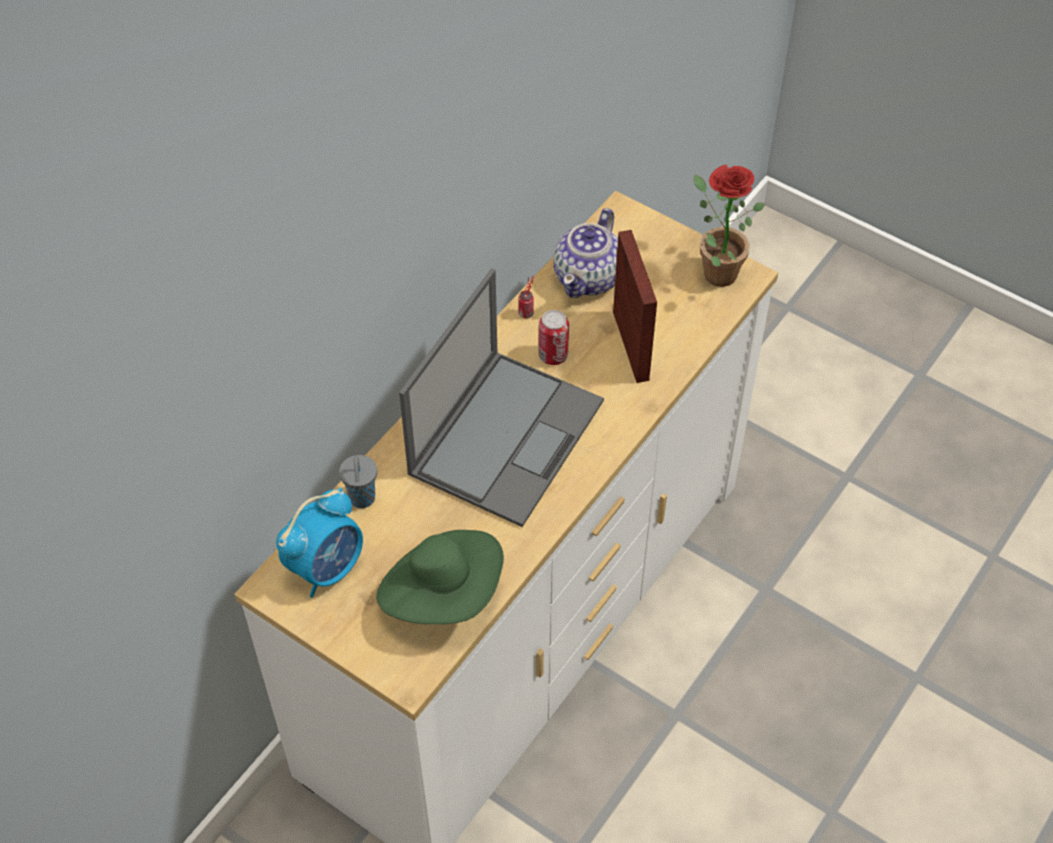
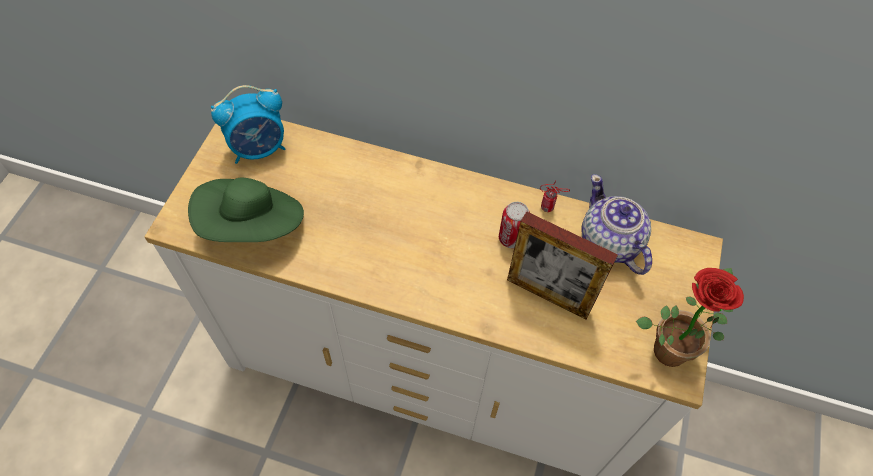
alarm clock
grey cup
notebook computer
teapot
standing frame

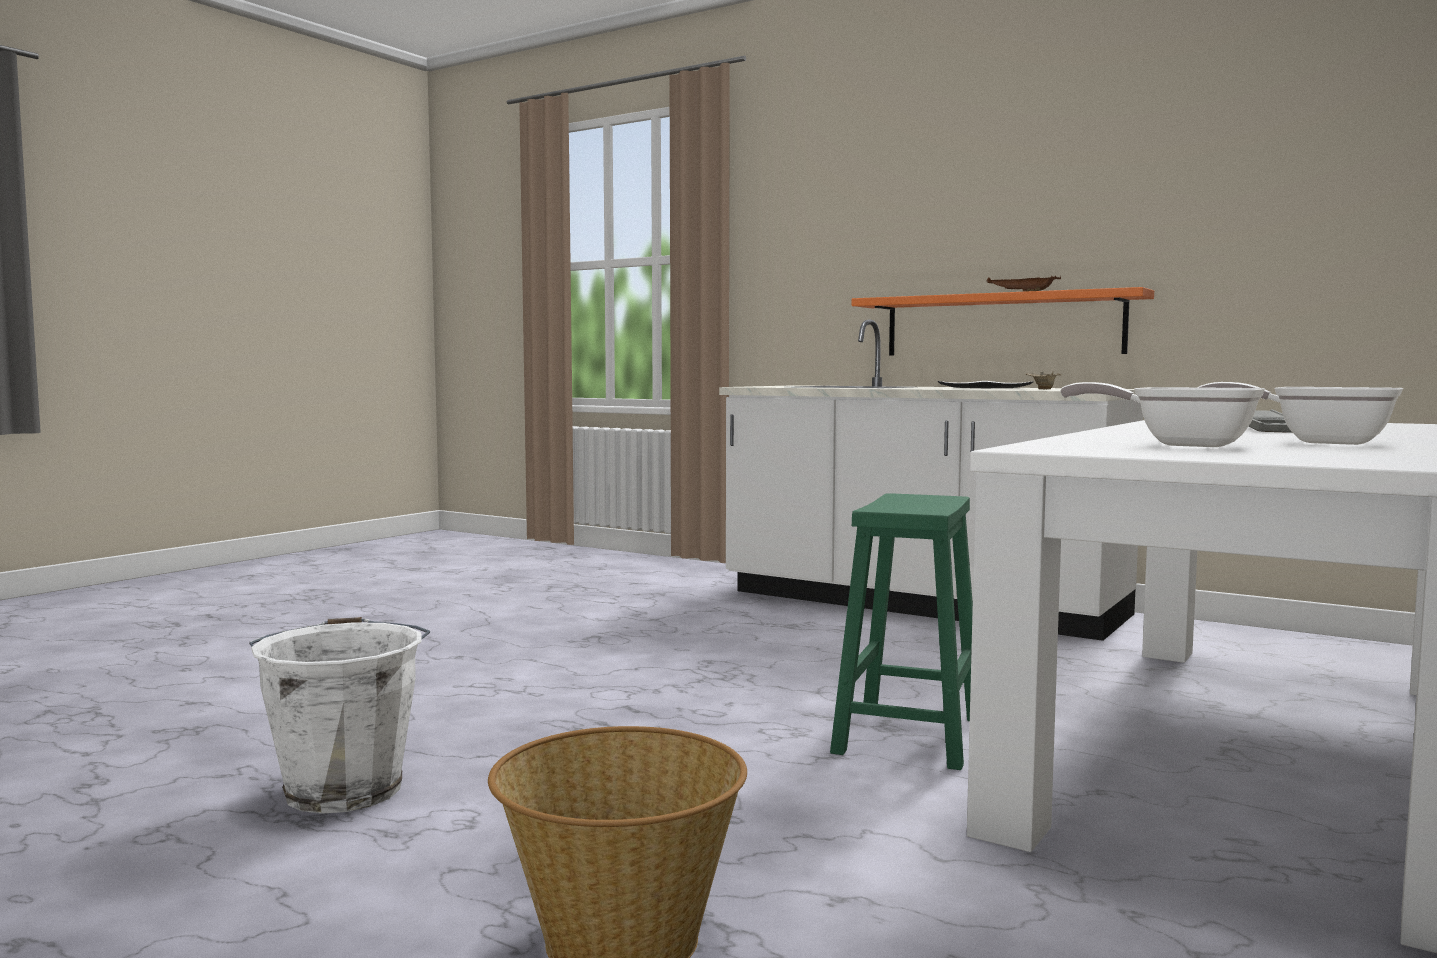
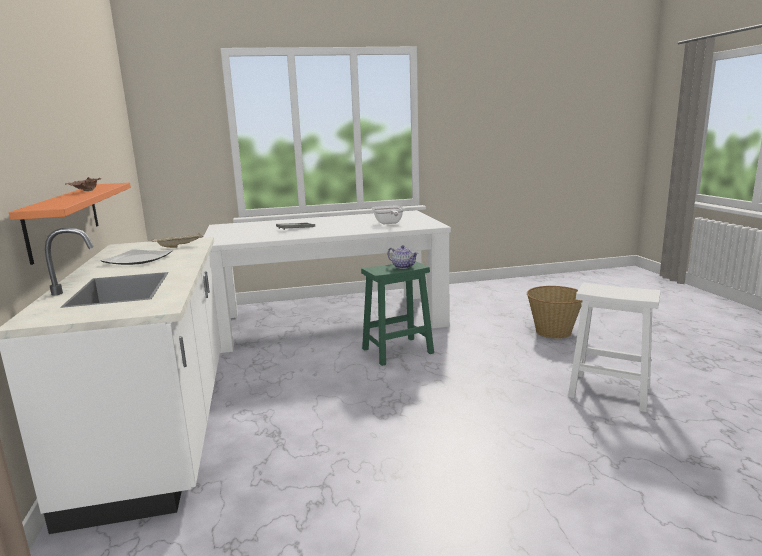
whitish sitting stool
pan (no. 2 from left in the first image)
teapot

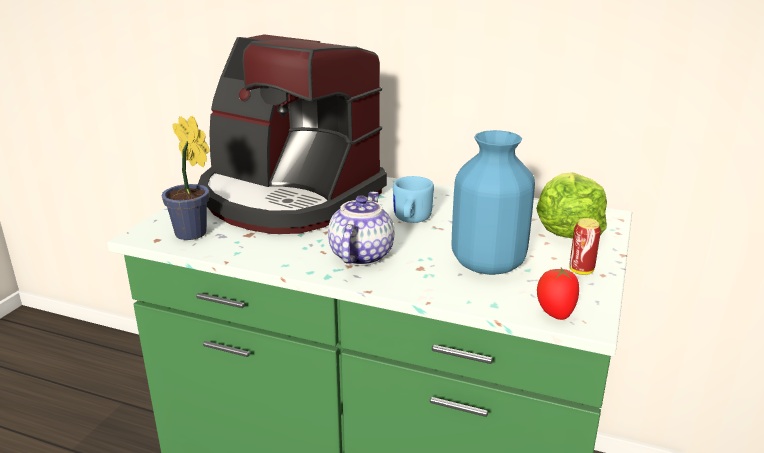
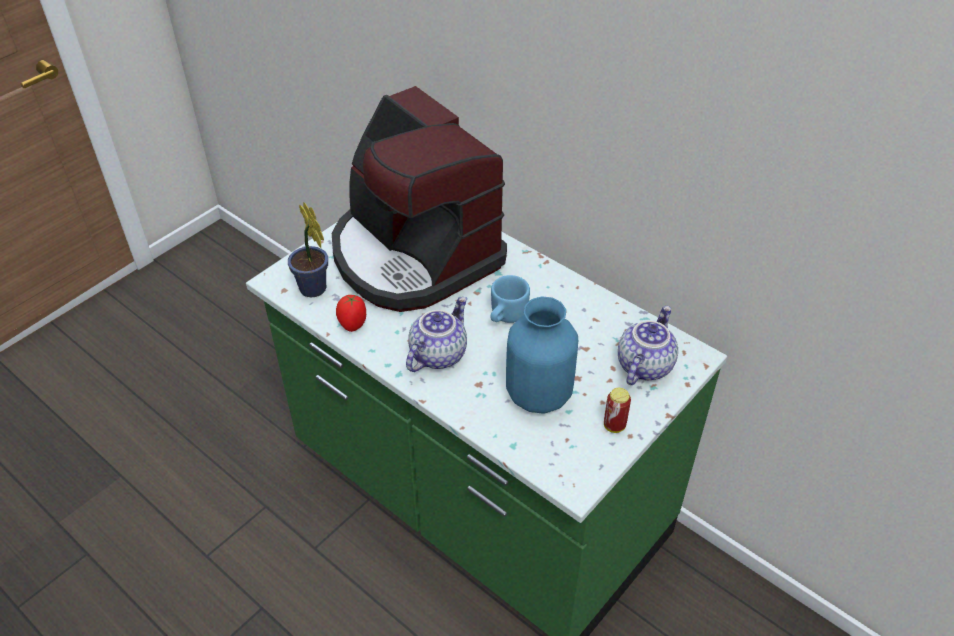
teapot (no. 2 from left)
tomato

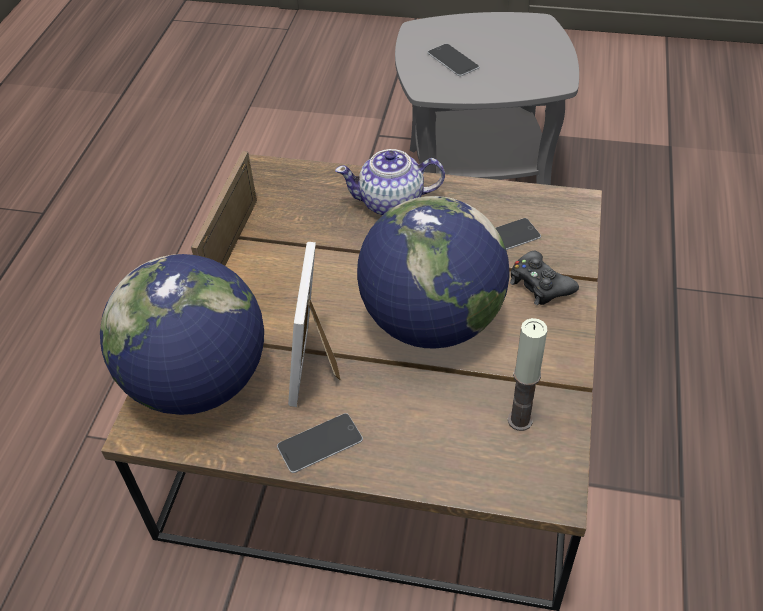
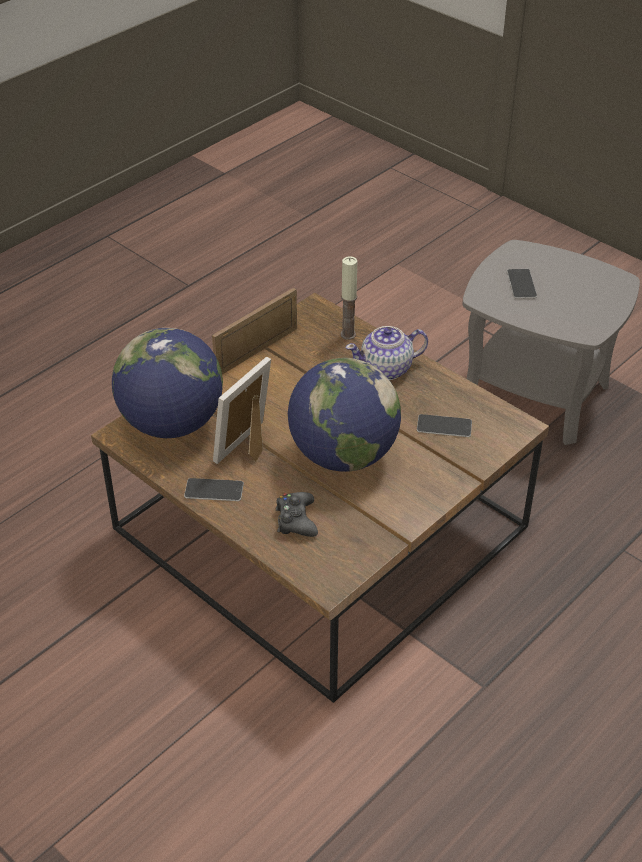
teapot
wax light
blackish gamepad

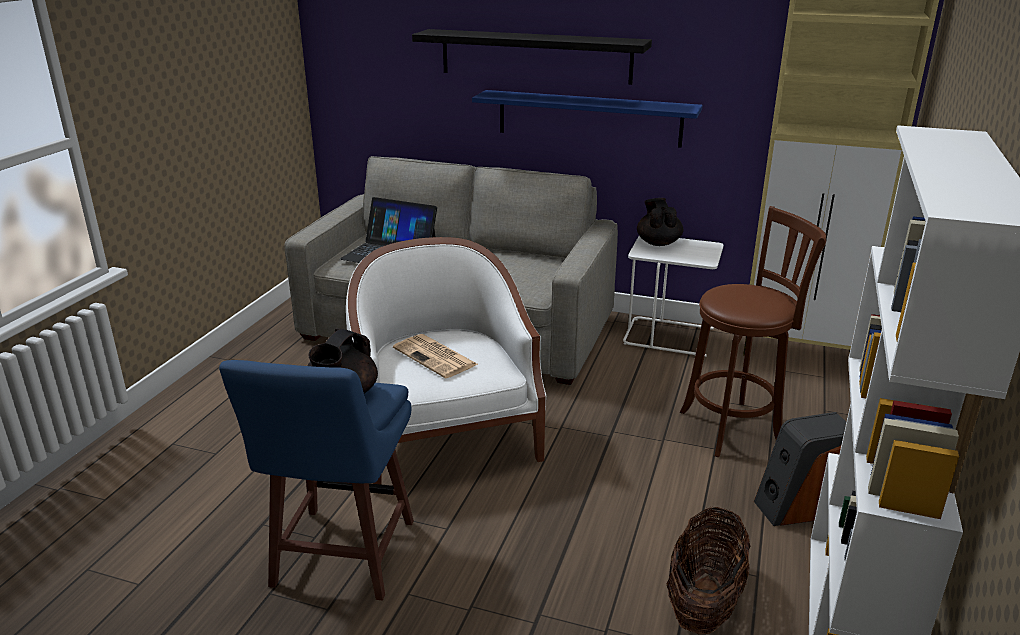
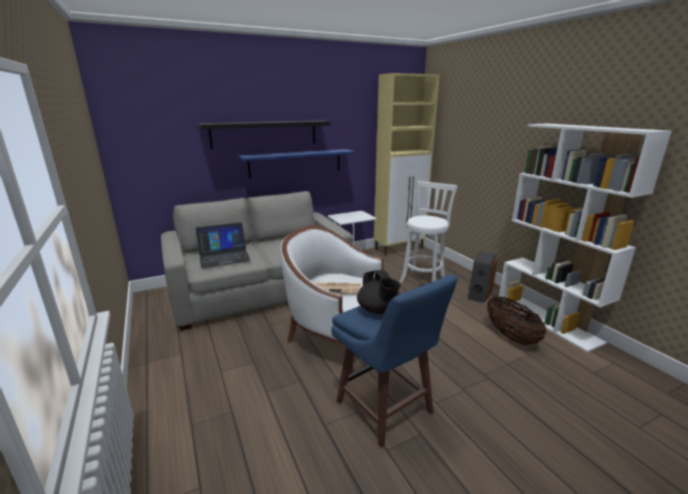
blackish teapot (no. 2 from left in the first image)
whitish sitting stool

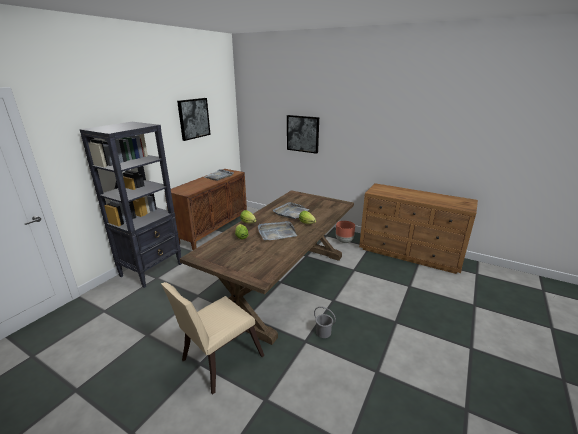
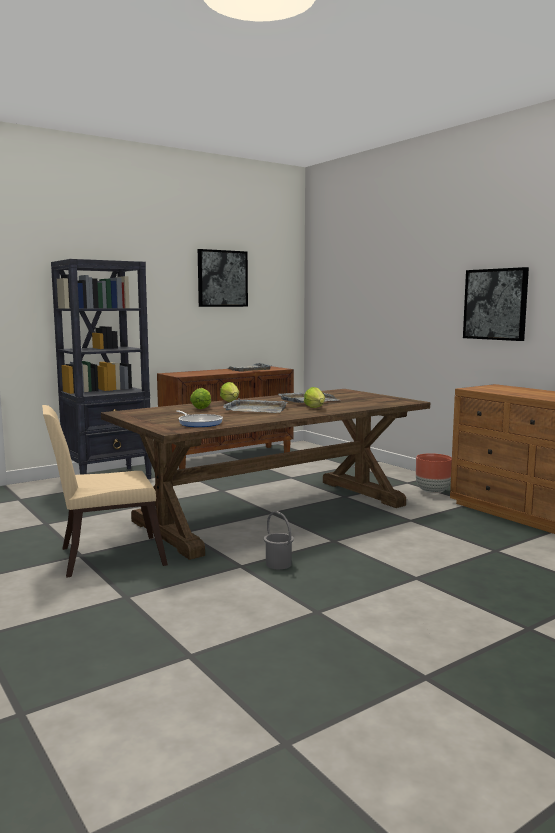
wall art (no. 2 from left)
pan

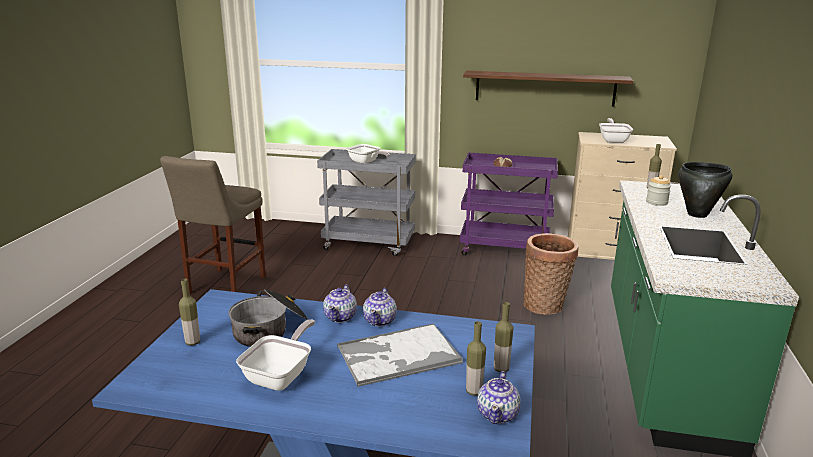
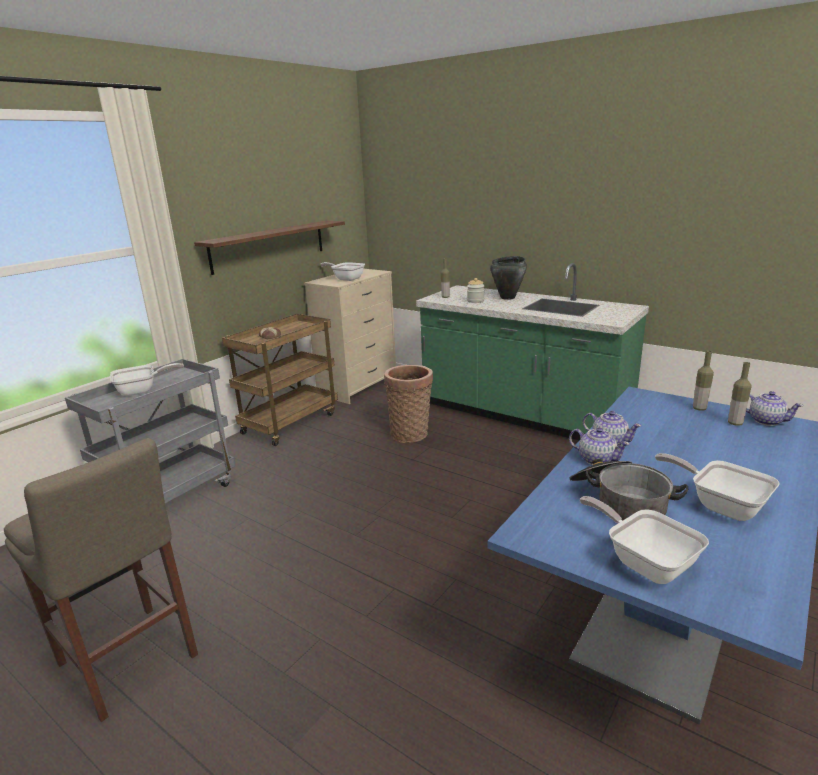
pan (no. 3 from left)
serving tray
brown trolley

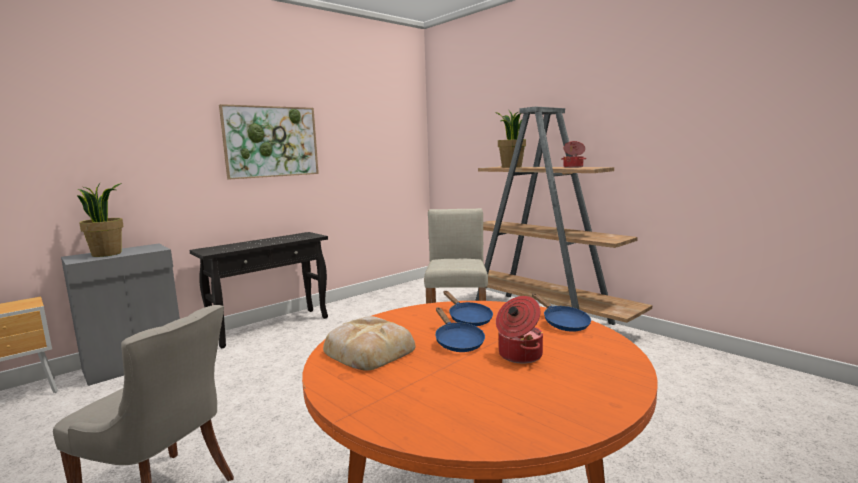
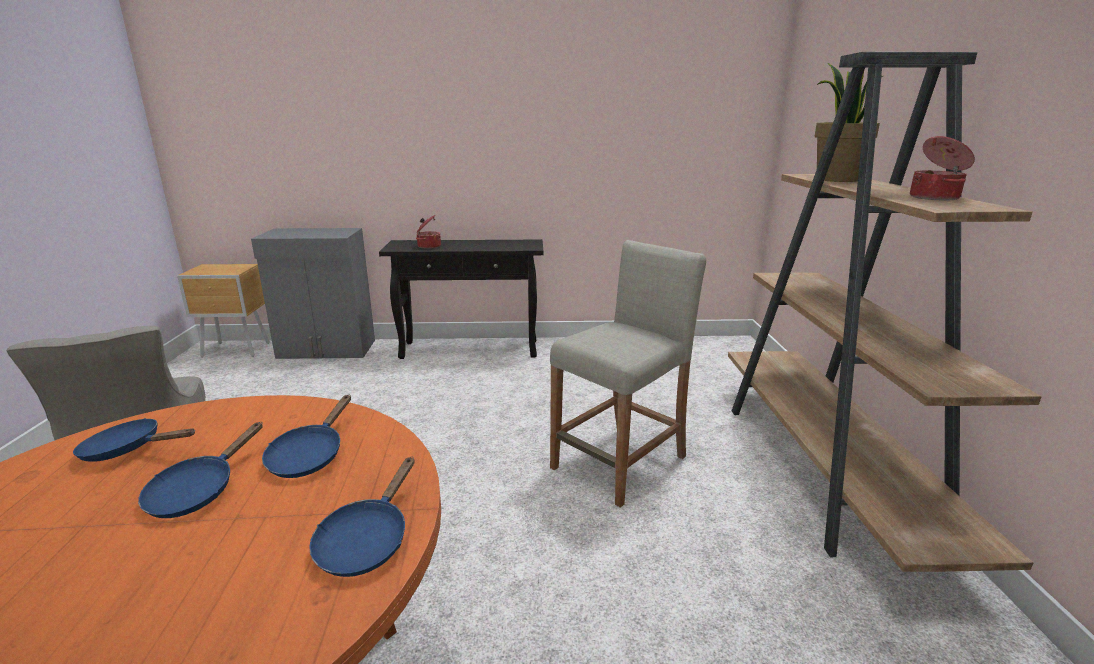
houseplant (no. 1 from left in the first image)
wall art
blue pan (no. 1 from left)
stockpot (no. 1 from left)

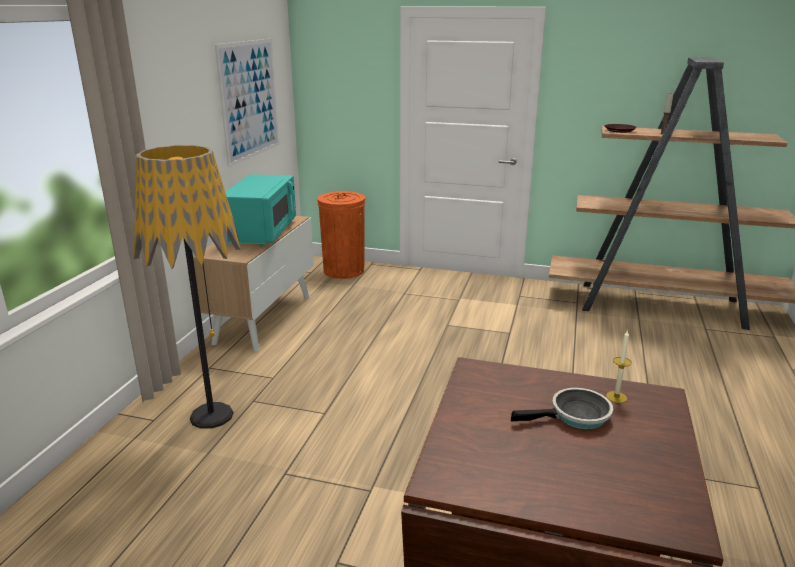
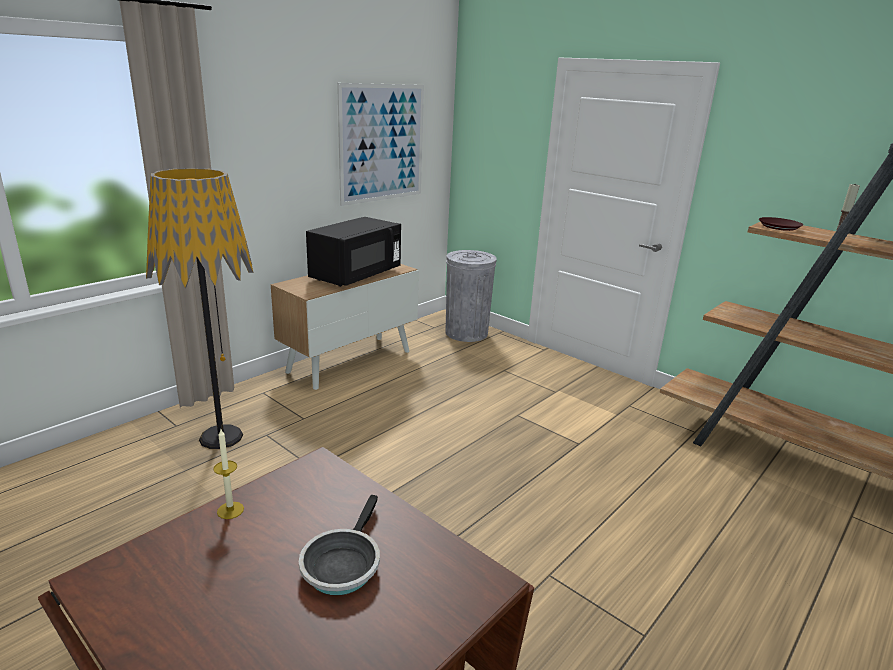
blackish microwave
grey waste bin
pan
wax light (no. 1 from left)

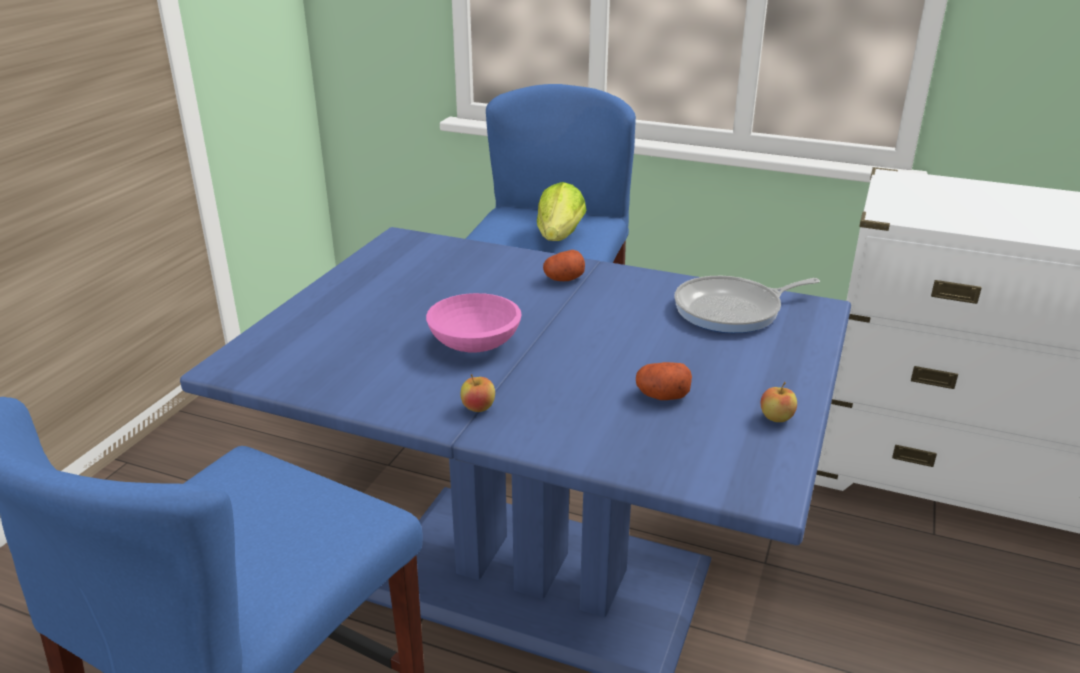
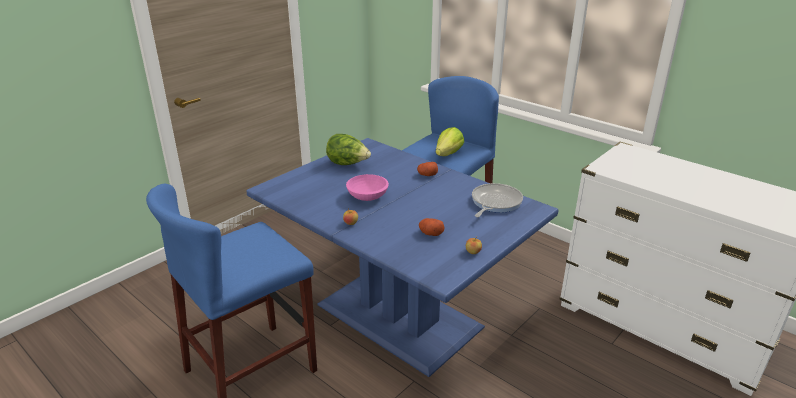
pan
lettuce head (no. 1 from left)

